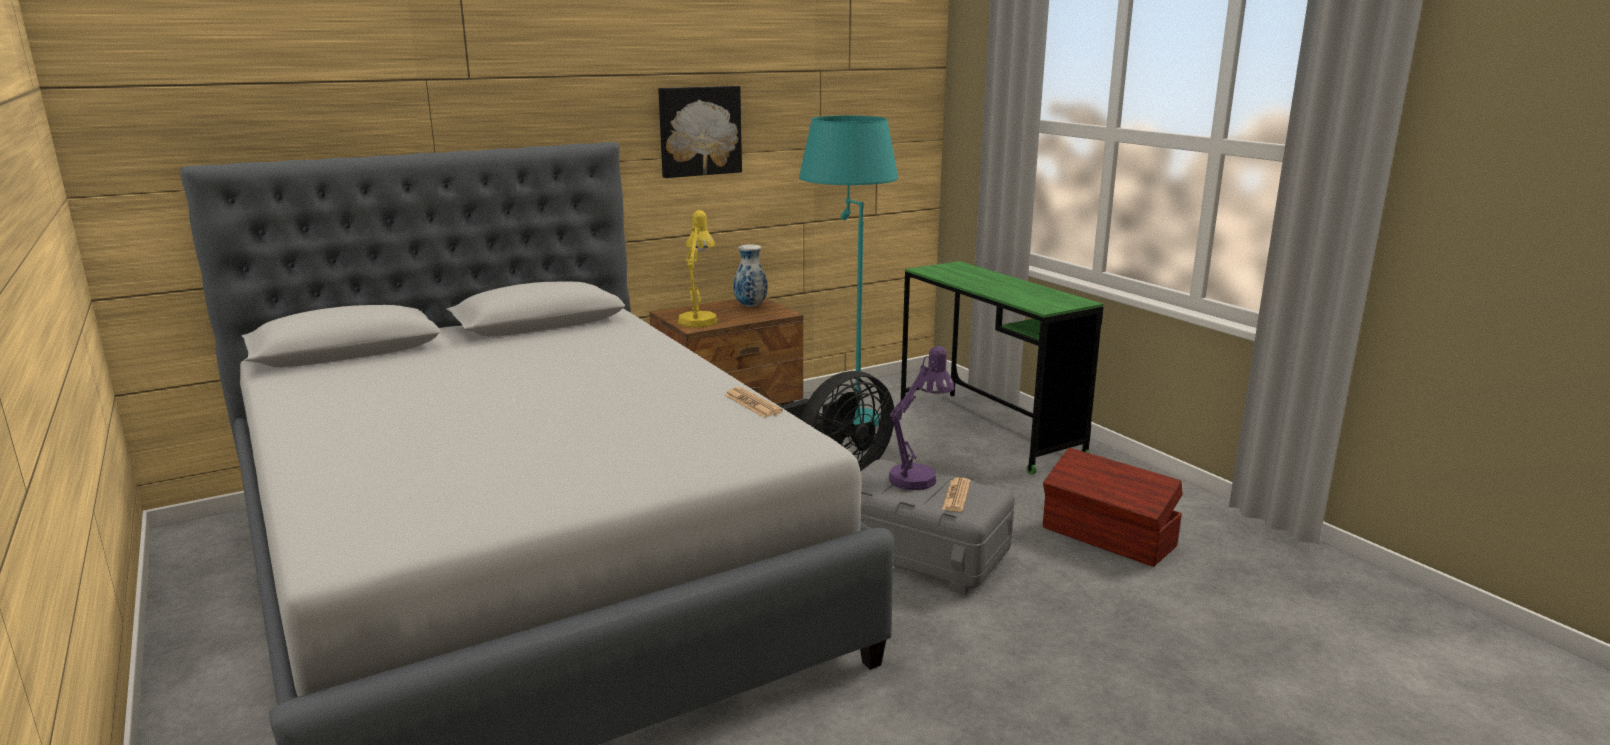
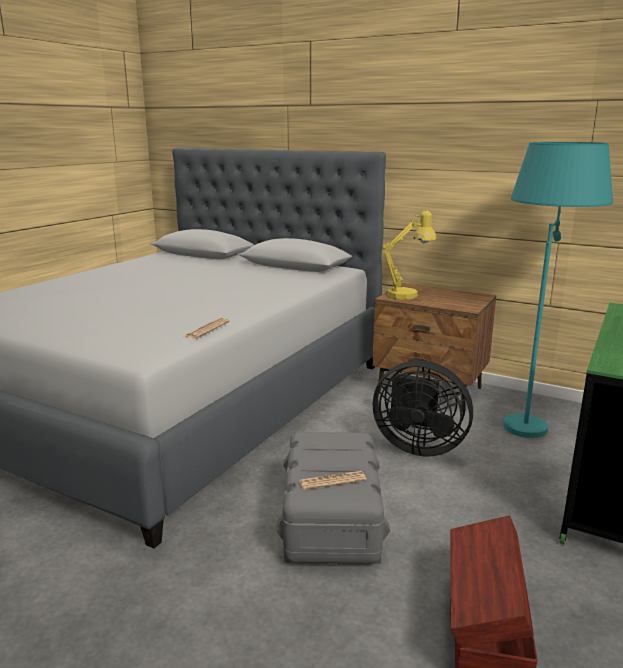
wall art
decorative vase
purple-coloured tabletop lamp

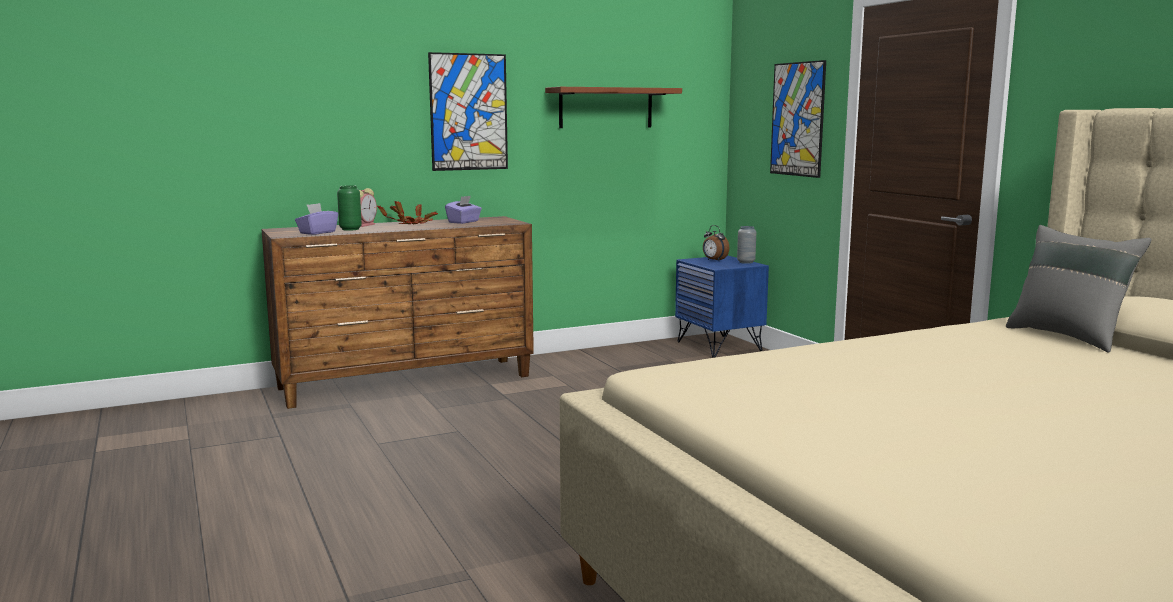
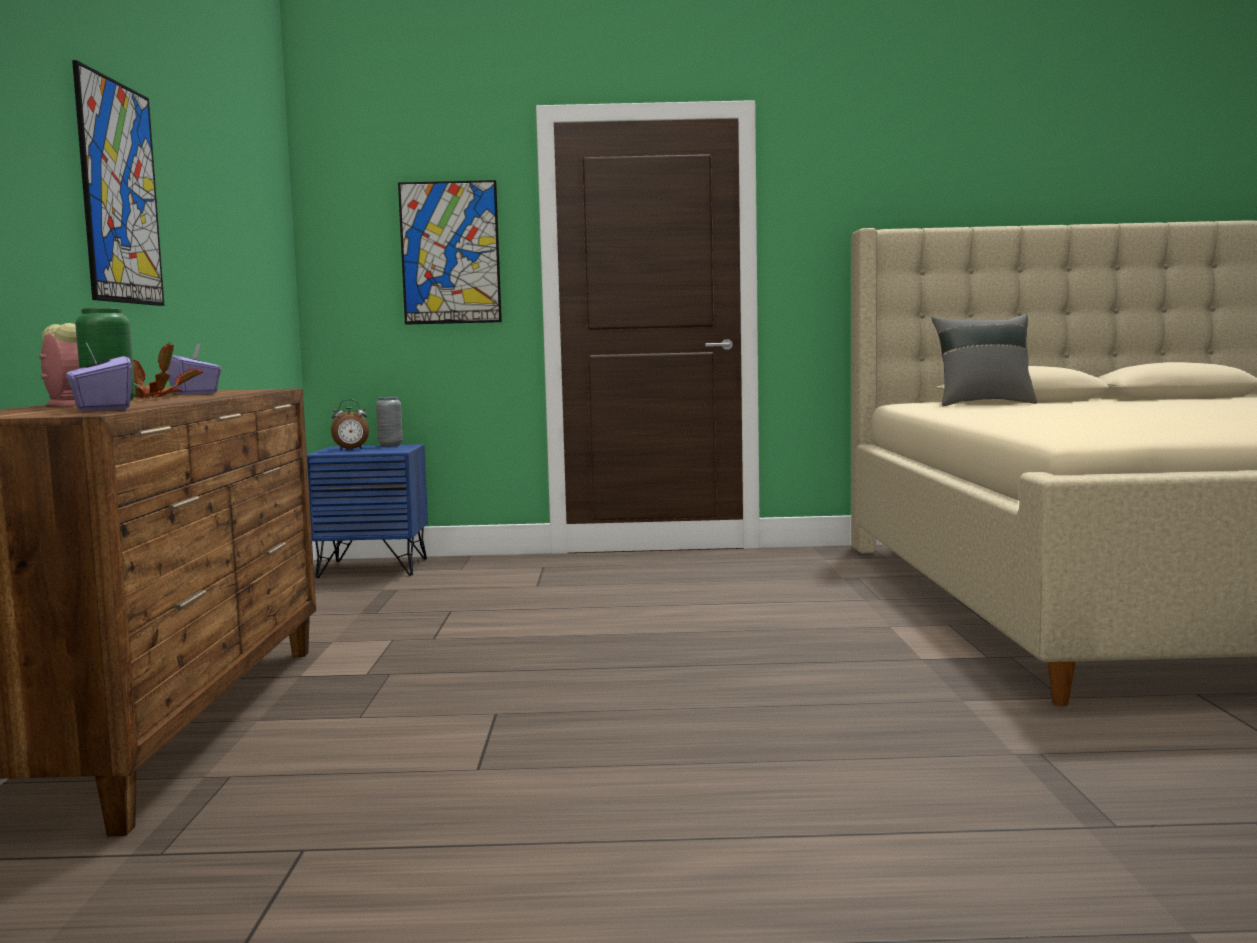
brown wall shelf

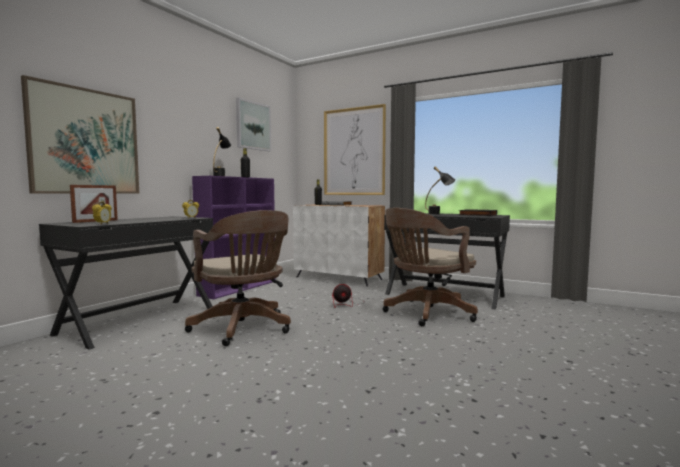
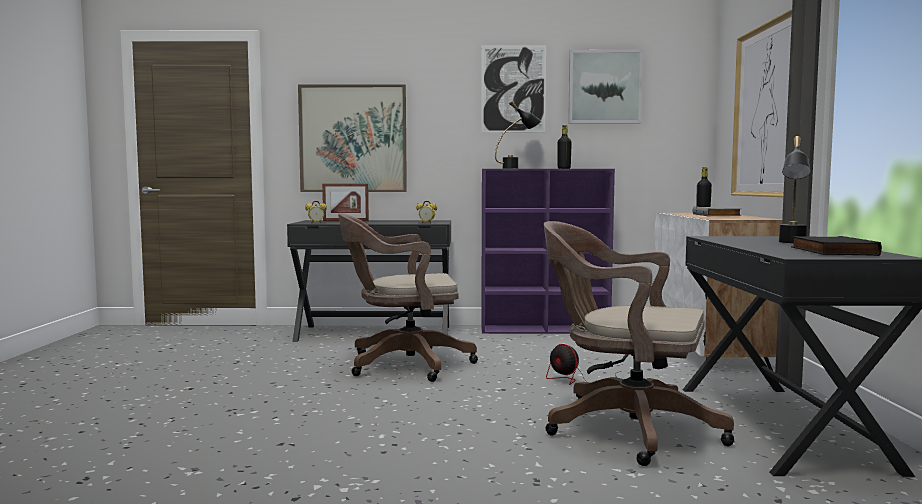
brown desk chair (no. 1 from left)
wall art (no. 2 from left)

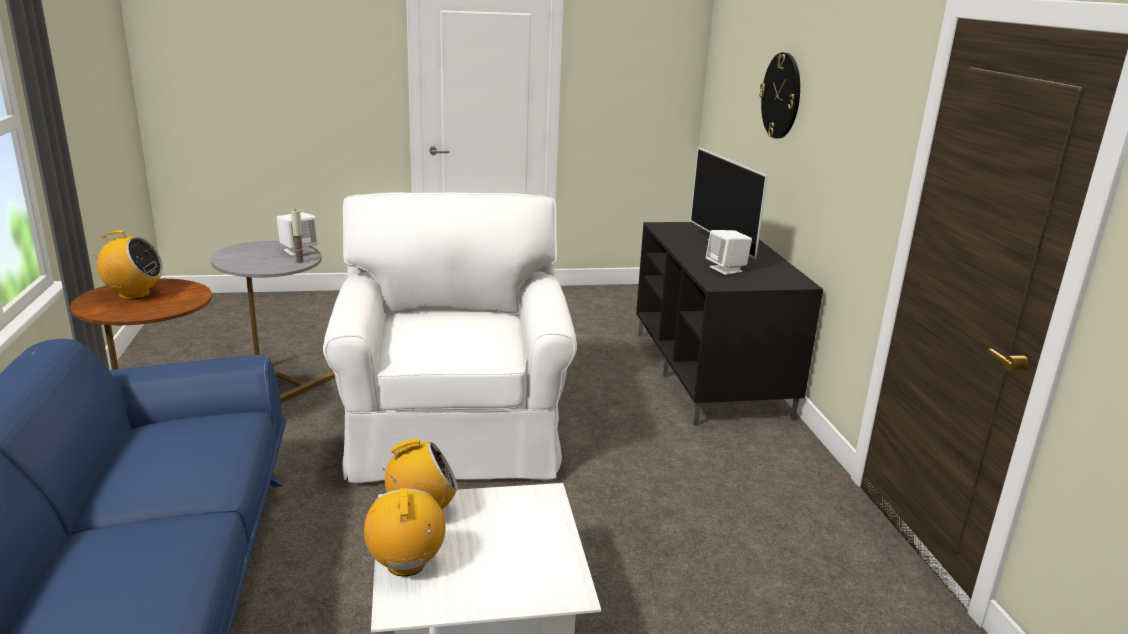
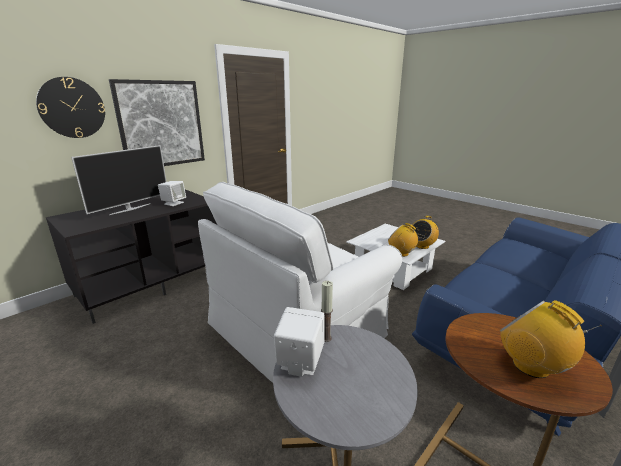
wall art

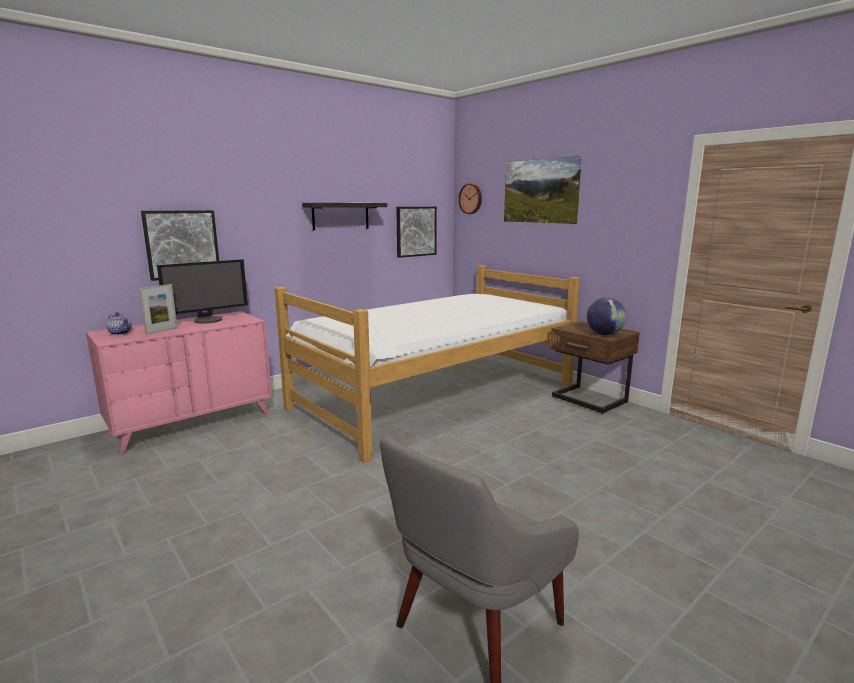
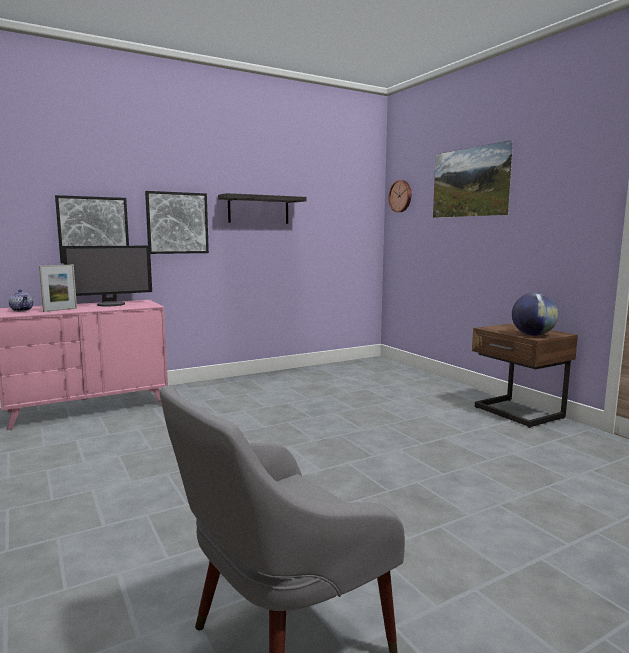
sleeping bed
wall art (no. 2 from left)

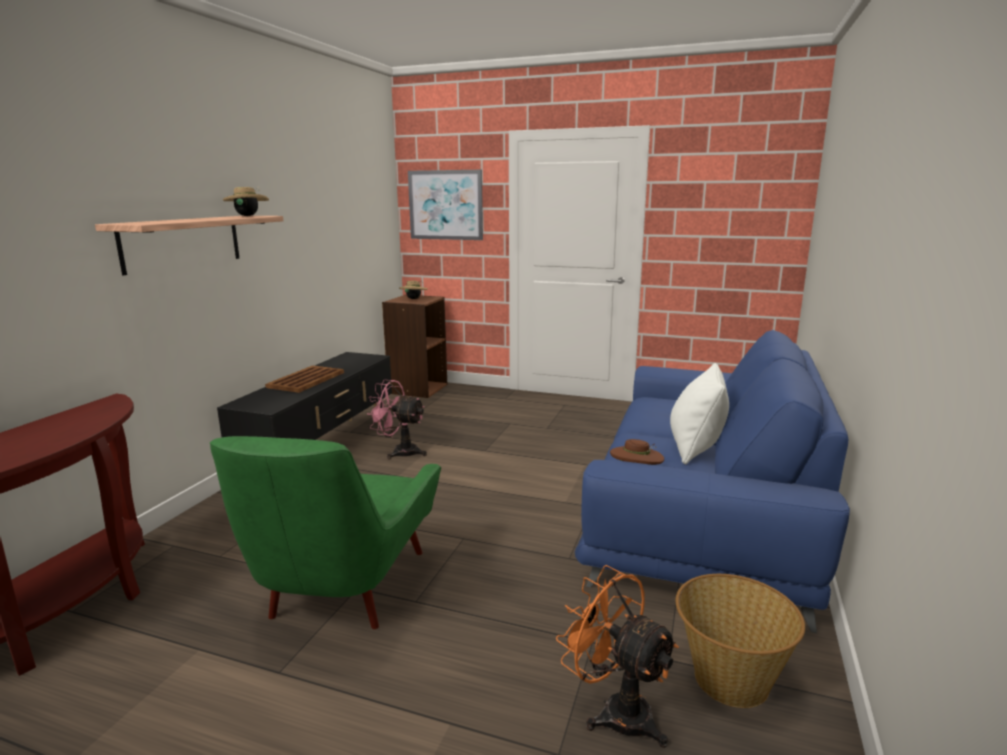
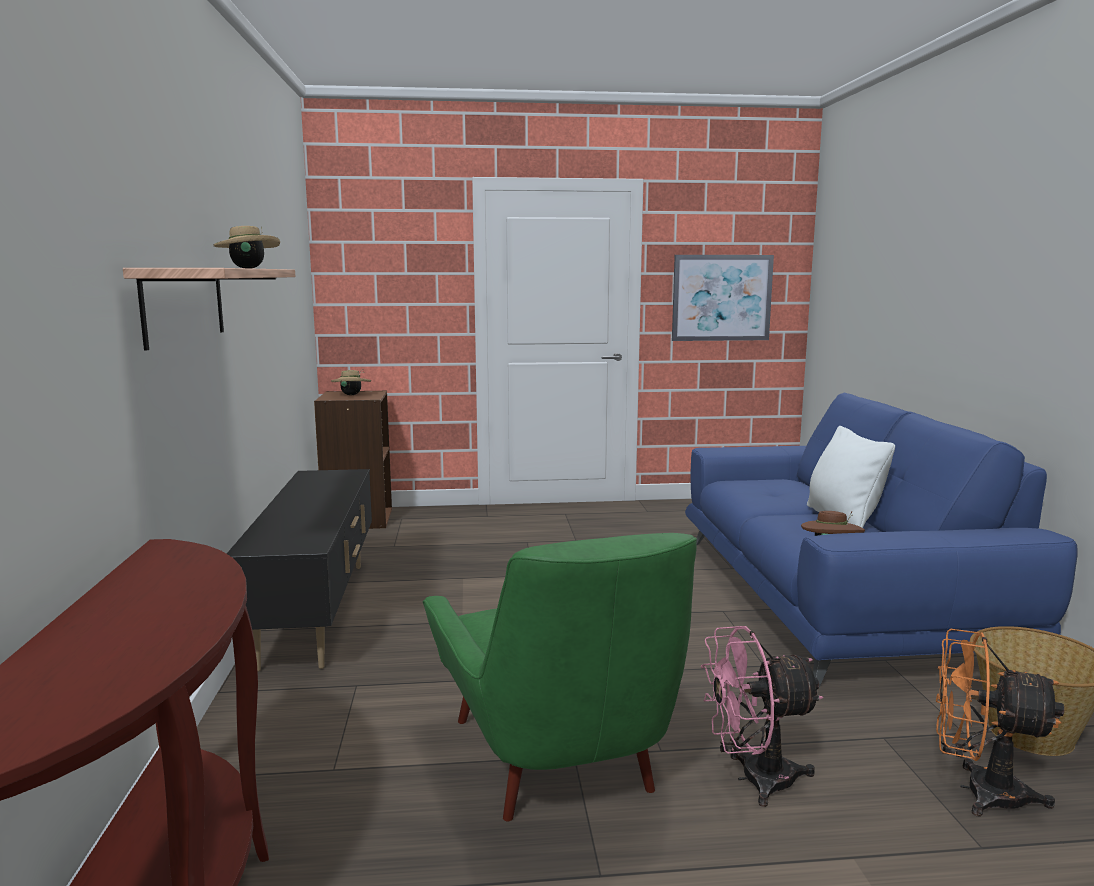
brown serving tray
pink fan
wall art

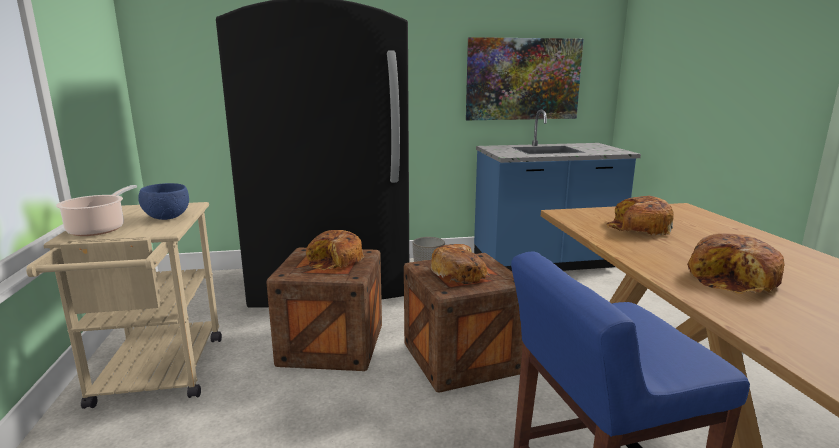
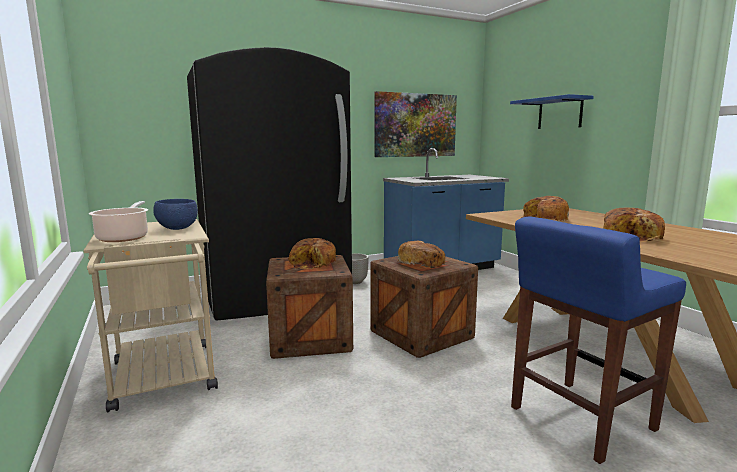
blue wall shelf

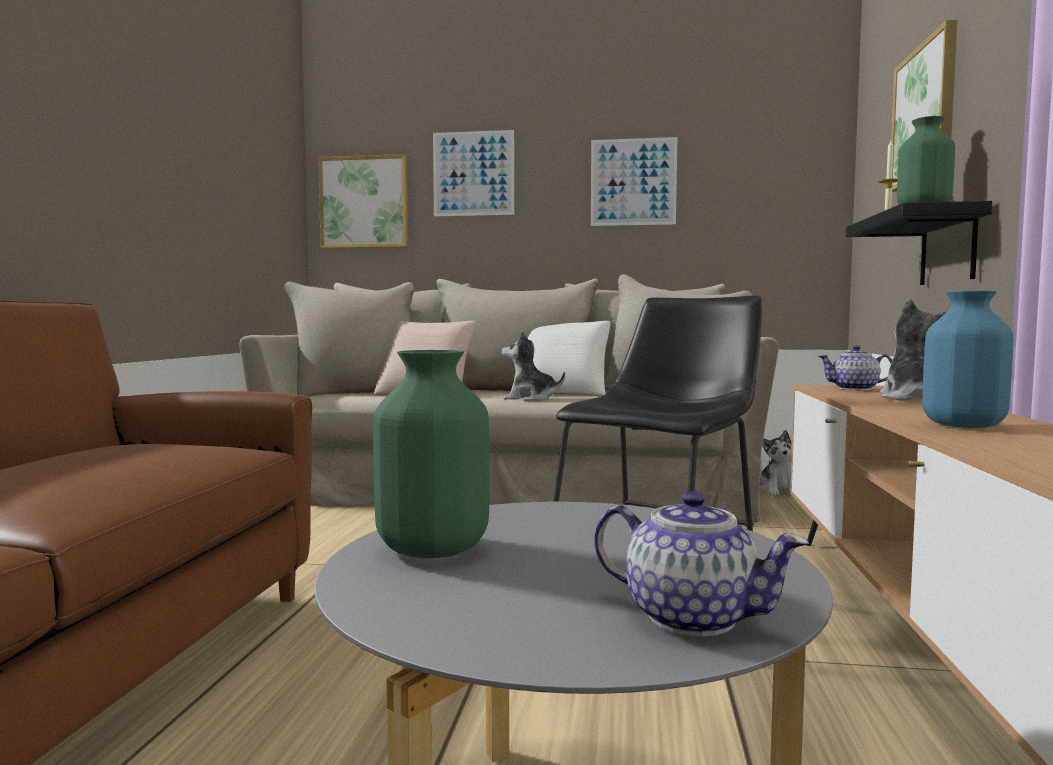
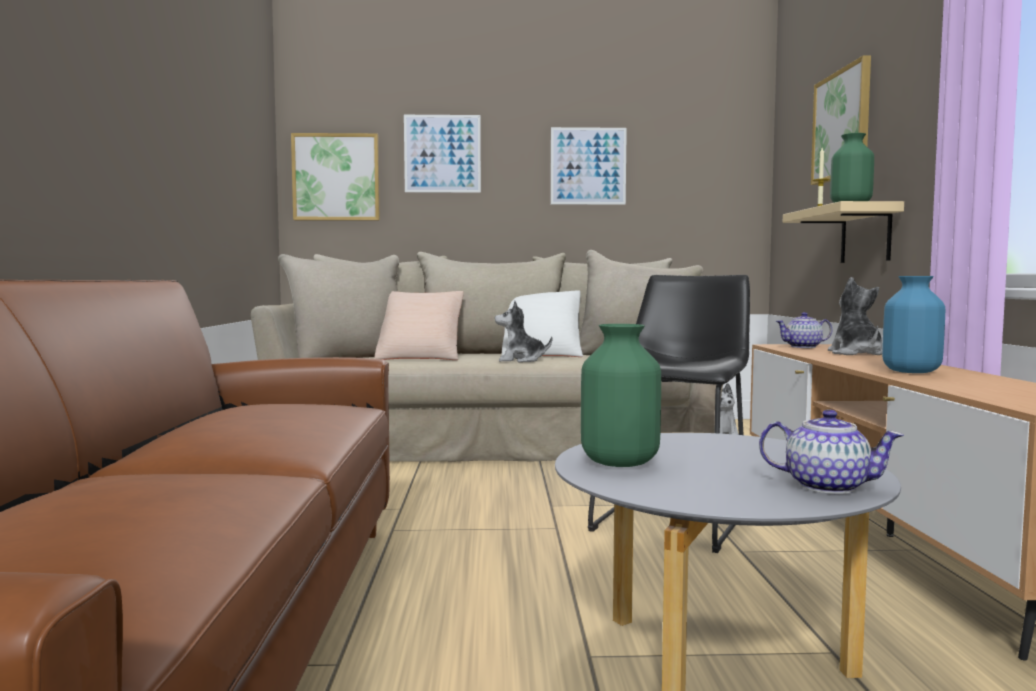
sand-coloured wall shelf

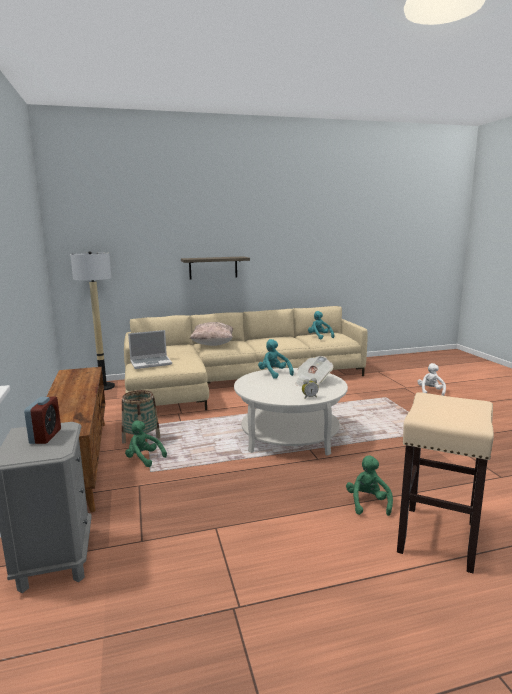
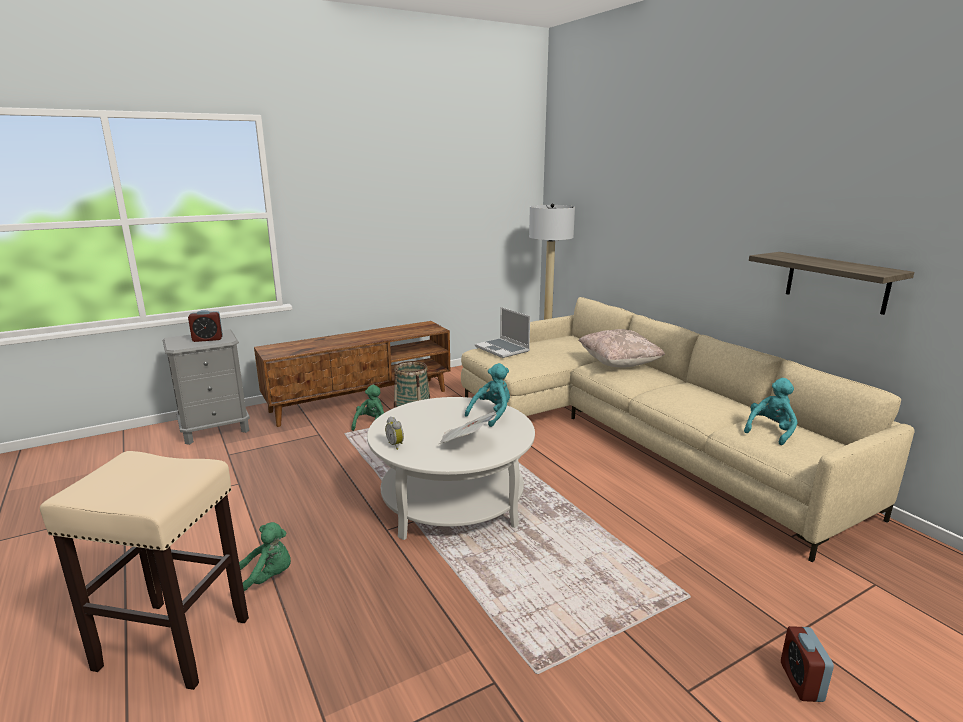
wall shelf
alarm clock (no. 3 from left)

